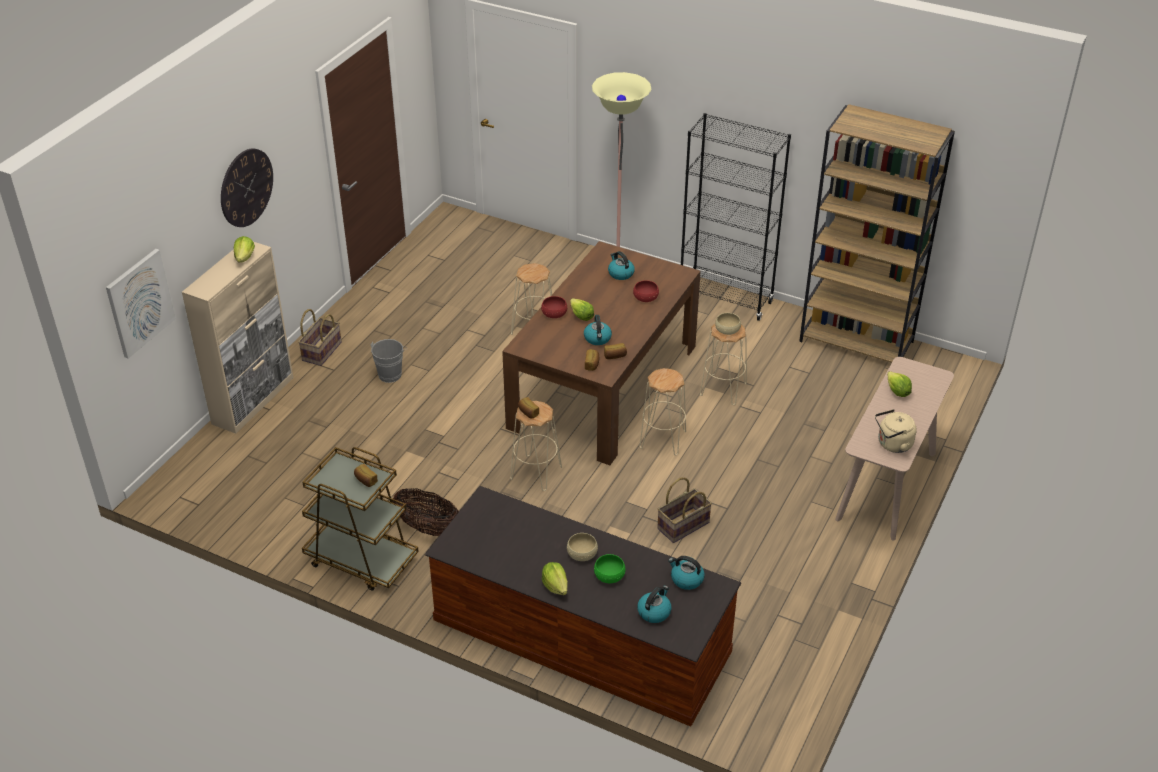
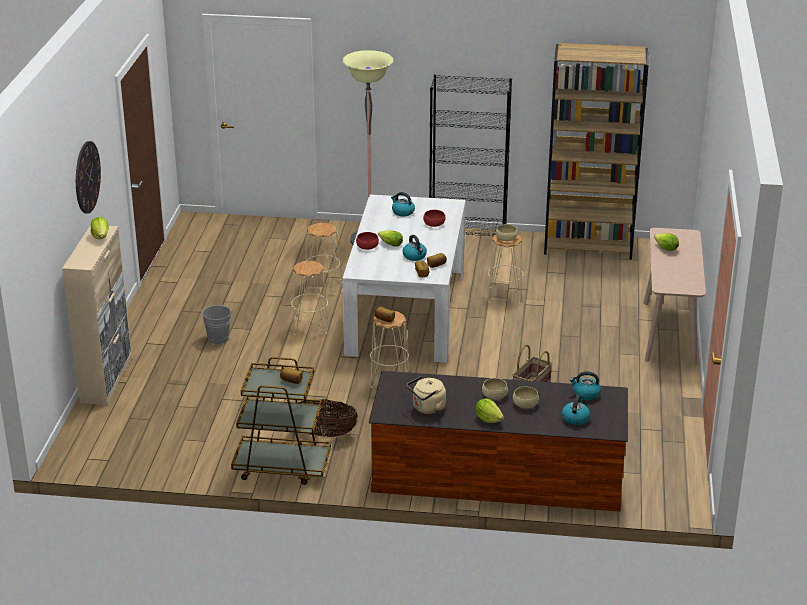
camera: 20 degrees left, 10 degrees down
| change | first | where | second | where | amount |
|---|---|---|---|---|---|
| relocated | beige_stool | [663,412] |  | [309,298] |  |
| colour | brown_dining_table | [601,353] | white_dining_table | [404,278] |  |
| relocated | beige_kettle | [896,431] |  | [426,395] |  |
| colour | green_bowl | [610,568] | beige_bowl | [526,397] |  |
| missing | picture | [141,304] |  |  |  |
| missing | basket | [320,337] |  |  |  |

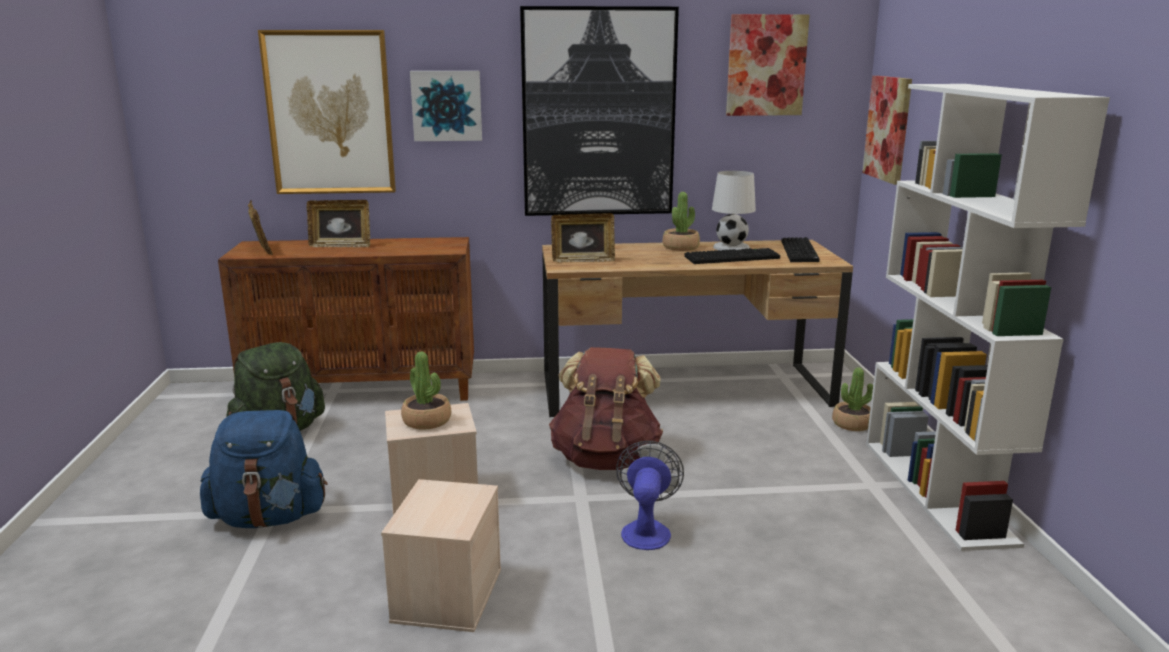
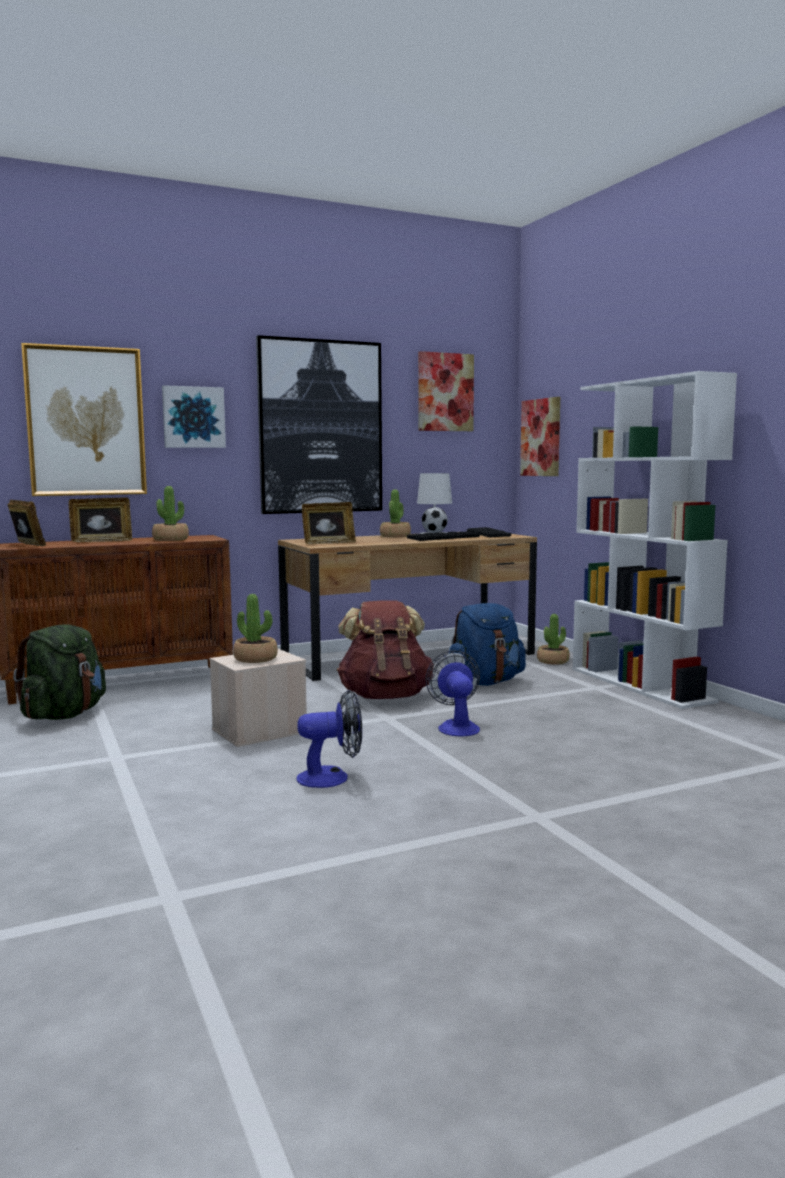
camera: 20 degrees left, 10 degrees down
| change | first | where | second | where | amount |
|---|---|---|---|---|---|
| appeared |  |  | potted_plant | [170,513] |  |
| exchanged | beige_storage_box | [441,555] | fan | [329,739] |  |
| relocated | blue_backpack | [264,469] |  | [487,644] |  |

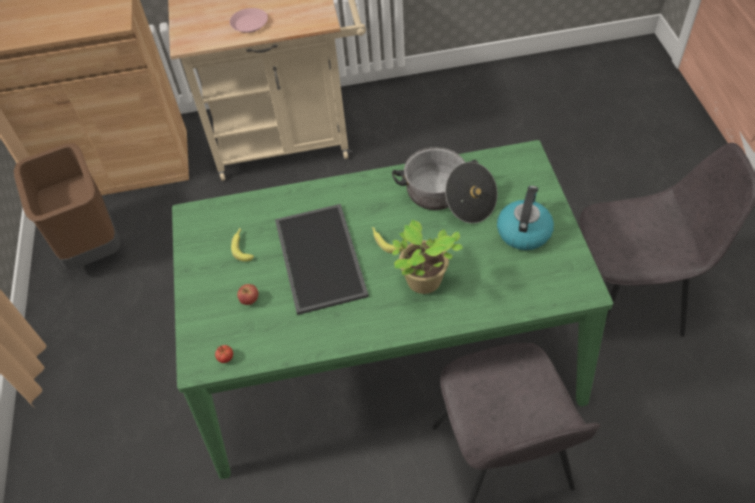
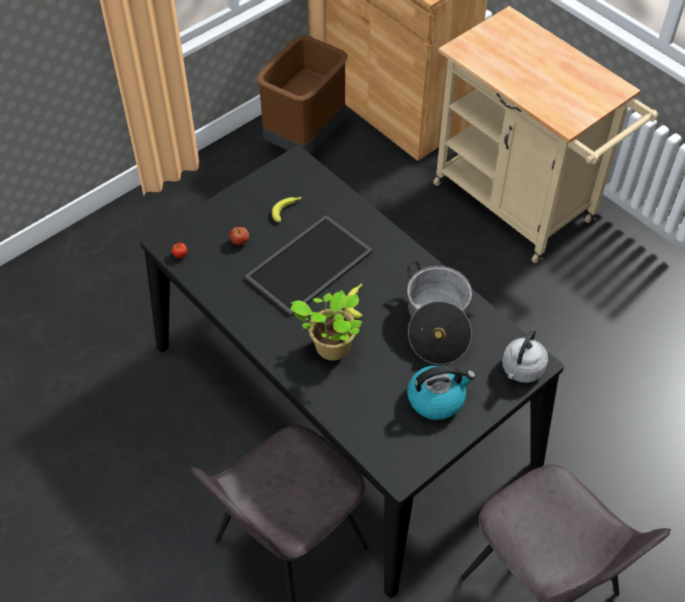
camera: 55 degrees right, 0 degrees up
| change | first | where | second | where | amount |
|---|---|---|---|---|---|
| colour | green_dining_table | [392,309] | black_dining_table | [352,371] |  |
| appeared |  |  | grey_kettle | [525,356] |  |
| missing | pink_plate | [249,20] |  |  |  |

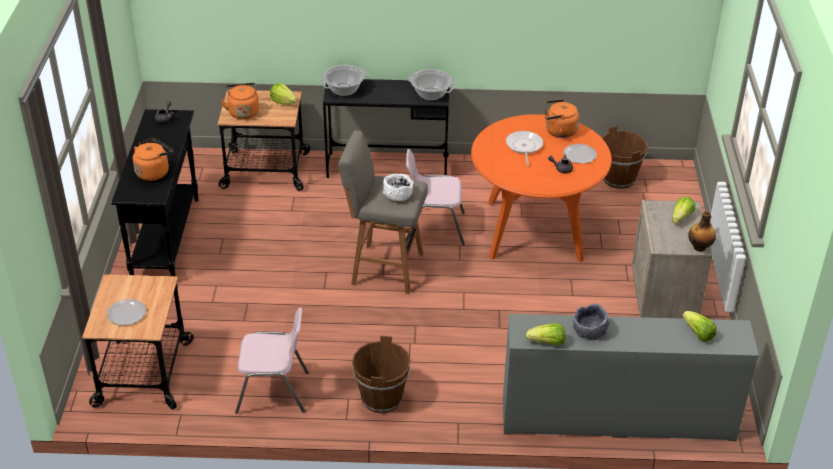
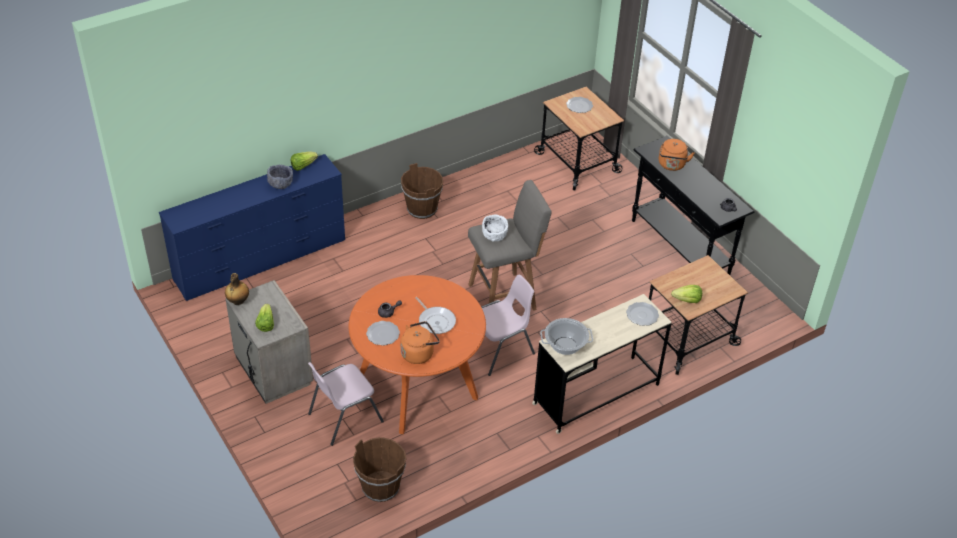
camera: 145 degrees right, 5 degrees up
| change | first | where | second | where | amount |
|---|---|---|---|---|---|
| colour | grey_dresser | [631,377] | blue_dresser | [252,227] |  |
| relocated | pink_chair | [272,361] |  | [346,404] |  |
| colour | black_desk | [386,128] | beige_desk | [602,364] |  |
| exchanged | cooking_pot | [343,80] | plate | [642,314] |  |
| missing | orange_kettle | [239,101] |  |  |  |
| missing | lettuce | [699,326] |  |  |  |

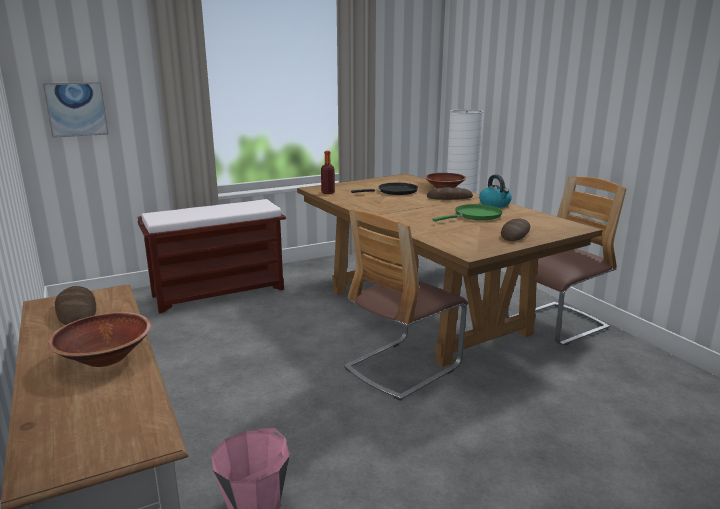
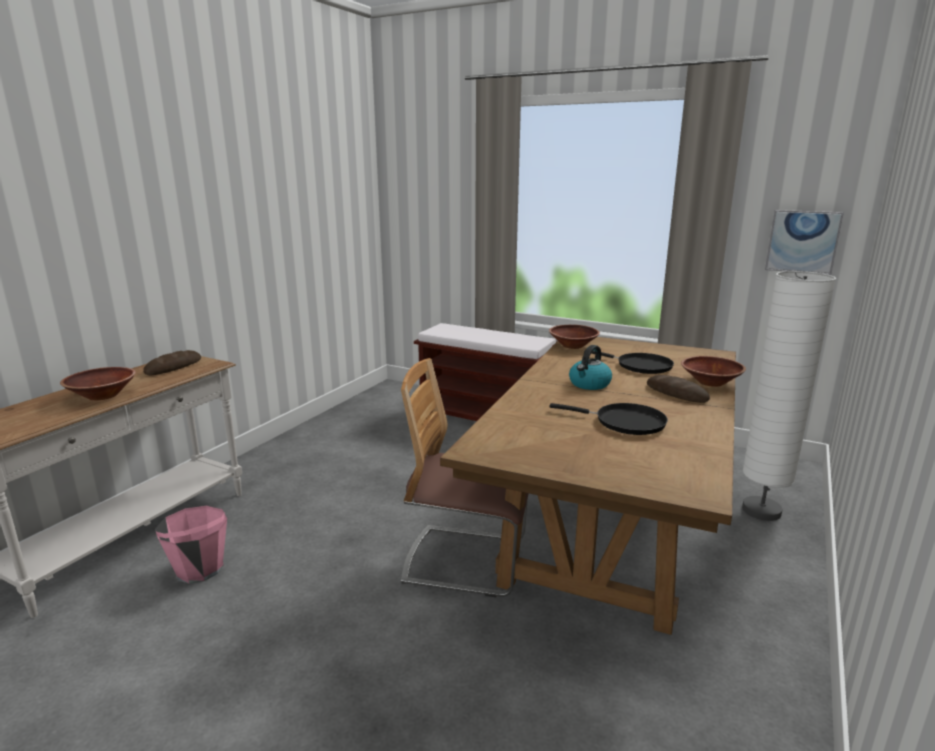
camera: 55 degrees right, 0 degrees up
| change | first | where | second | where | amount |
|---|---|---|---|---|---|
| exchanged | bottle | [328,172] | brown_bowl | [574,337] |  |
| colour | green_frying_pan | [467,212] | black_frying_pan | [608,419] |  |
| relocated | kettle | [495,191] |  | [590,367] |  |
| relocated | picture | [75,110] |  | [804,242] |  |
| missing | bread | [515,229] |  |  |  |
| missing | chair | [566,261] |  |  |  |

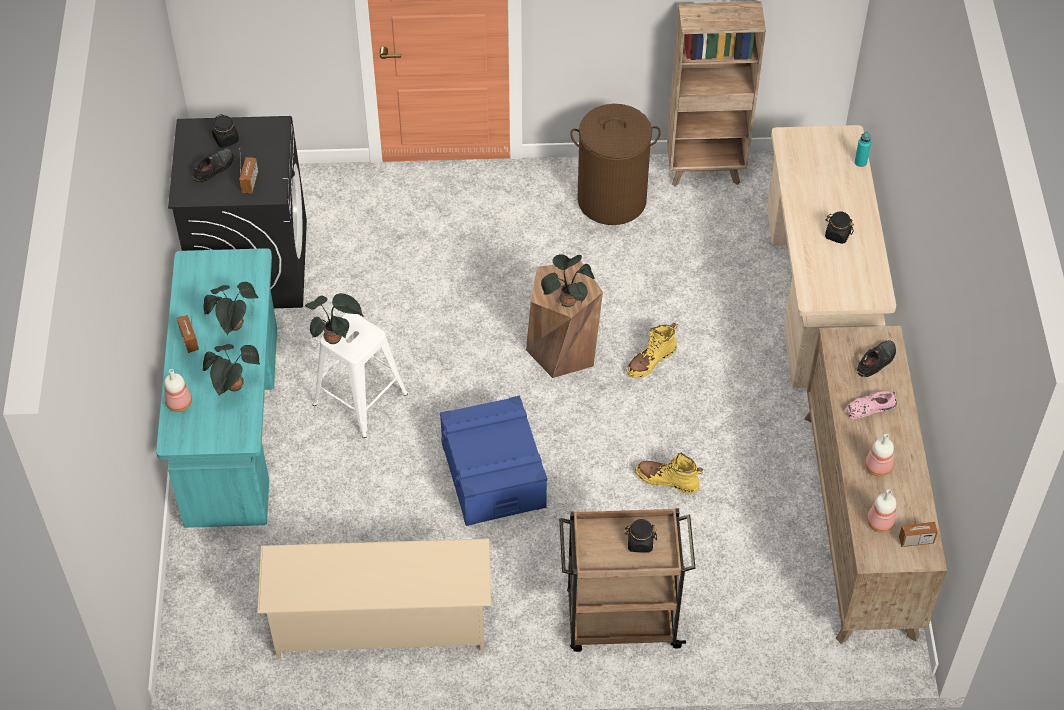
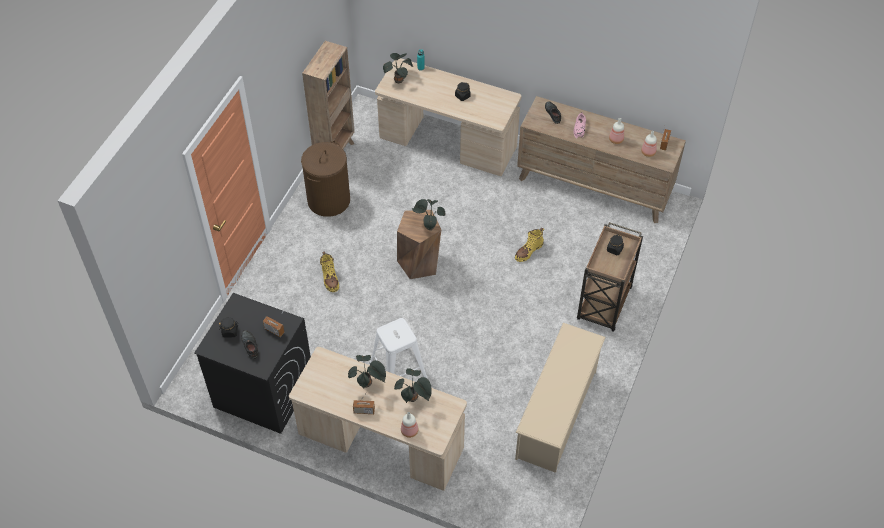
camera: 65 degrees left, 0 degrees up
| change | first | where | second | where | amount |
|---|---|---|---|---|---|
| colour | turquoise_desk | [216,388] | beige_desk | [378,419] |  |
| relocated | yellow_boot | [652,350] |  | [329,271] |  |
| relocated | potted_plant | [334,318] |  | [398,68] |  |
| missing | blue_storage_box | [493,460] |  |  |  |

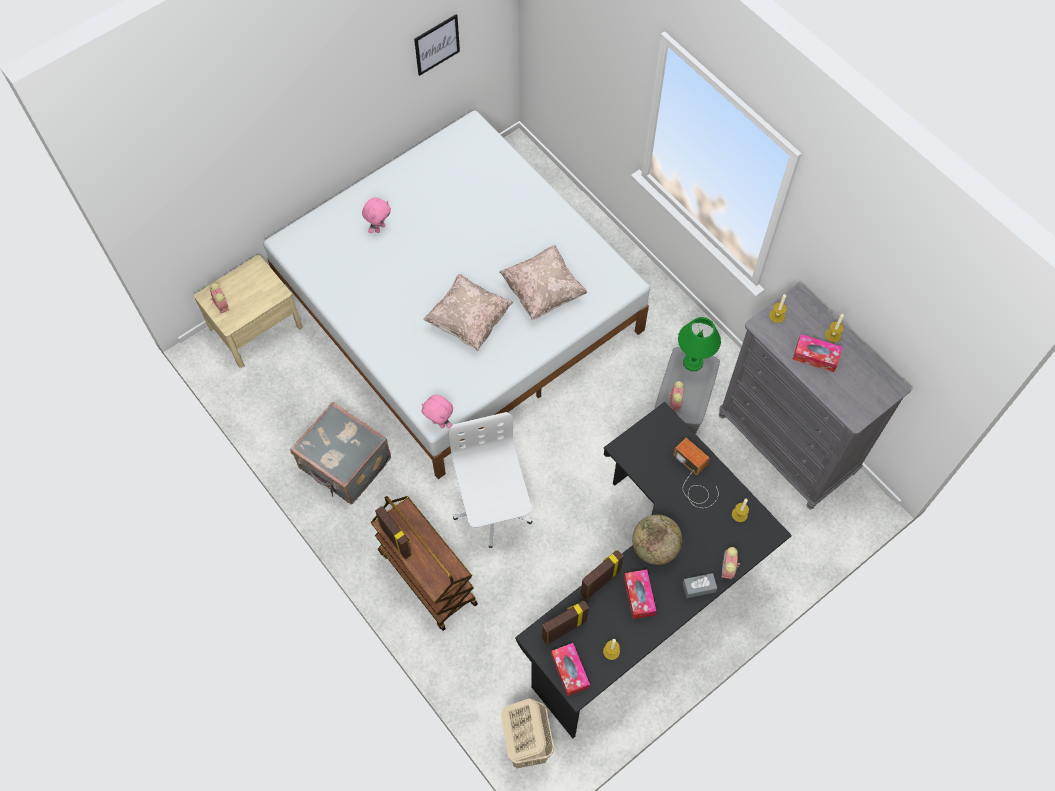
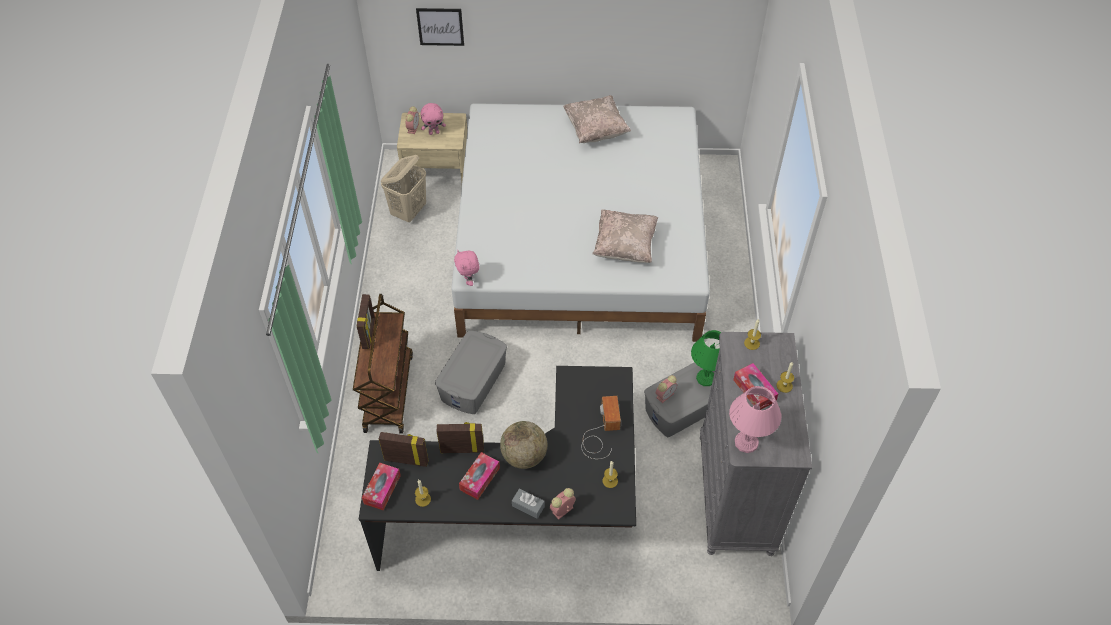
camera: 40 degrees right, 10 degrees down
| change | first | where | second | where | amount |
|---|---|---|---|---|---|
| relocated | beige_laundry_basket | [527,733] |  | [403,188] |  |
| relocated | picture | [437,45] |  | [440,27] |  |
| relocated | pink_plush_toy | [376,215] |  | [433,119] |  |
| exchanged | white_office_chair | [490,480] | grey_storage_box | [471,372] |  |
| relocated | beige_pillow | [468,313] |  | [597,119] |  |
| appeared |  |  | pink_table_lamp | [755,419] |  |
| missing | grey_suitcase | [340,453] |  |  |  |

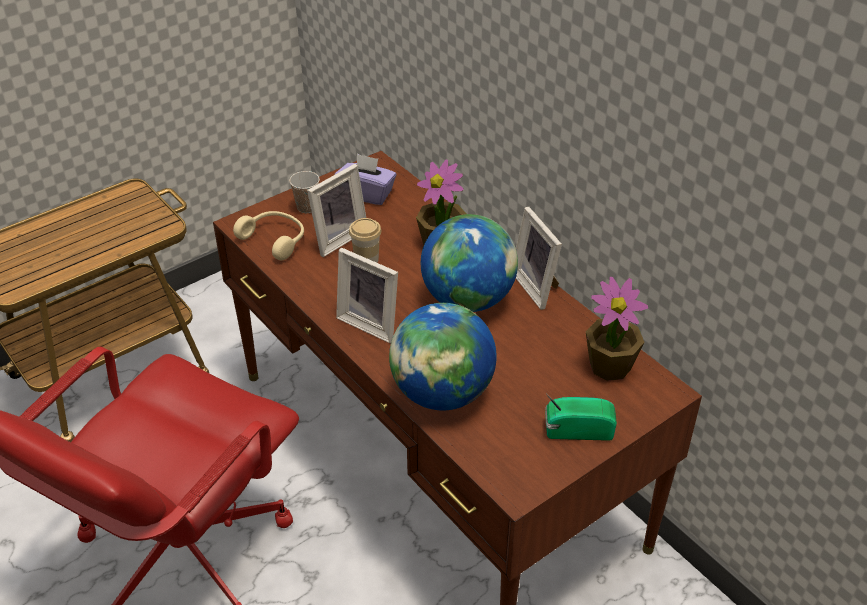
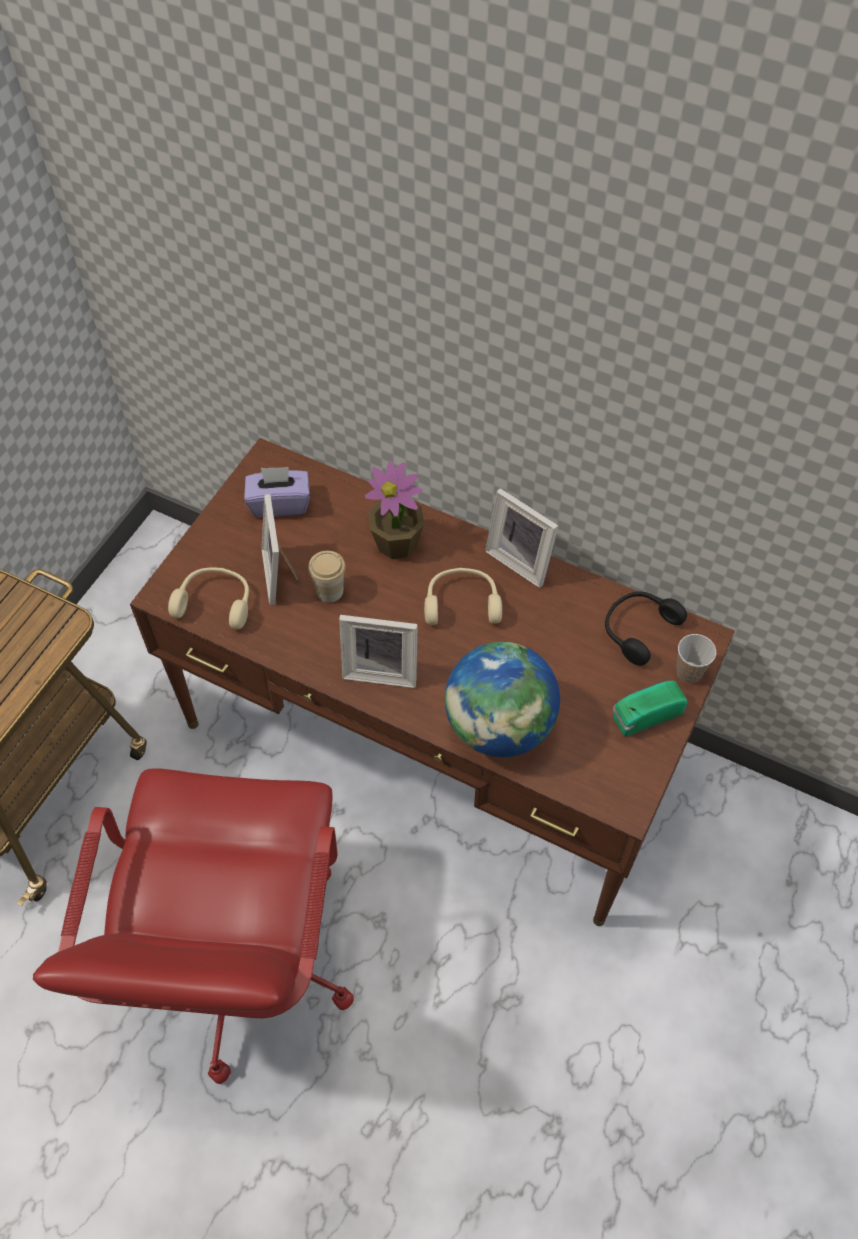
camera: 25 degrees left, 15 degrees up
| change | first | where | second | where | amount |
|---|---|---|---|---|---|
| spun | picture_frame | [336,210] |  | [281,549] | 150 degrees clockwise |
| exchanged | globe | [469,263] | beige_headphones | [463,596] |  |
| exchanged | potted_plant | [617,329] | black_headphones | [646,629] |  |
| relocated | cup | [304,192] |  | [696,658] |  |

